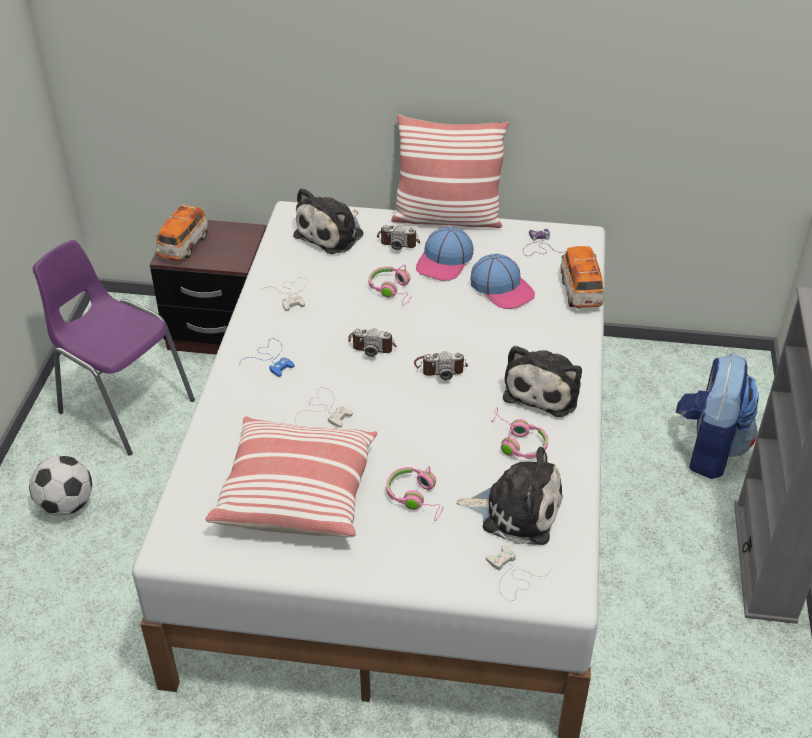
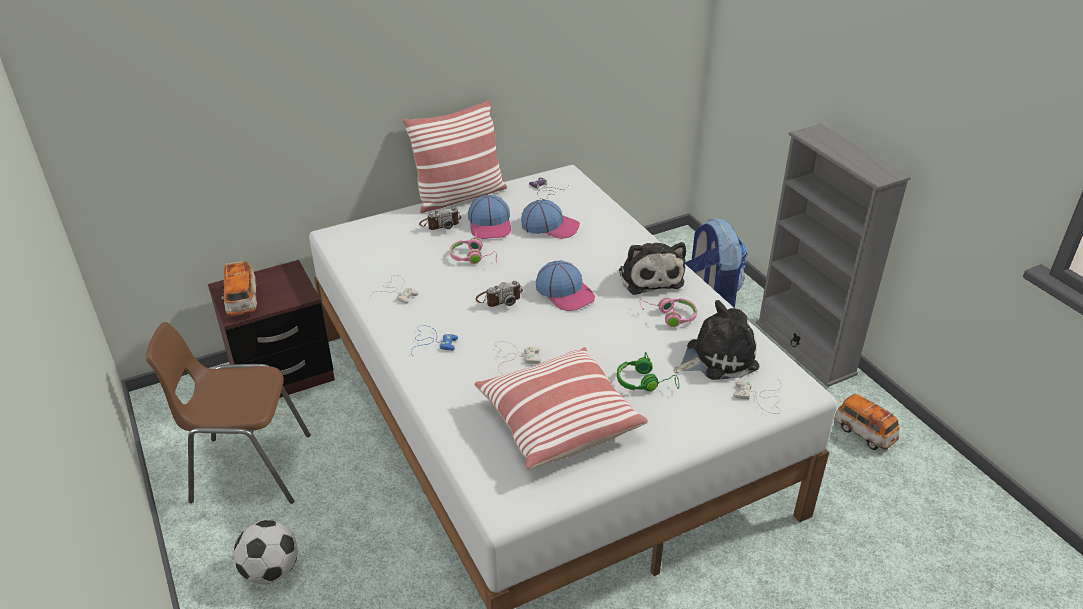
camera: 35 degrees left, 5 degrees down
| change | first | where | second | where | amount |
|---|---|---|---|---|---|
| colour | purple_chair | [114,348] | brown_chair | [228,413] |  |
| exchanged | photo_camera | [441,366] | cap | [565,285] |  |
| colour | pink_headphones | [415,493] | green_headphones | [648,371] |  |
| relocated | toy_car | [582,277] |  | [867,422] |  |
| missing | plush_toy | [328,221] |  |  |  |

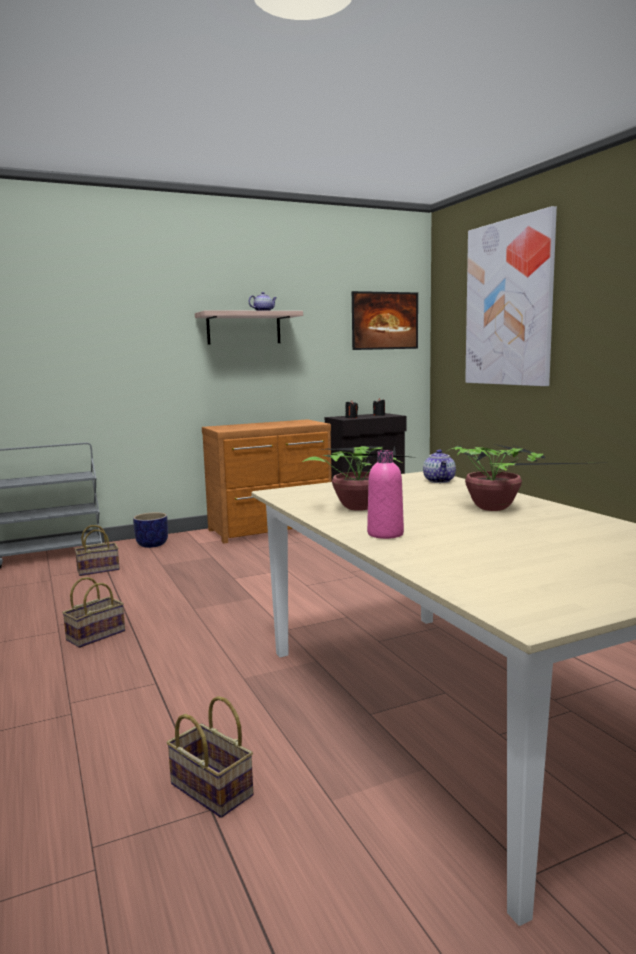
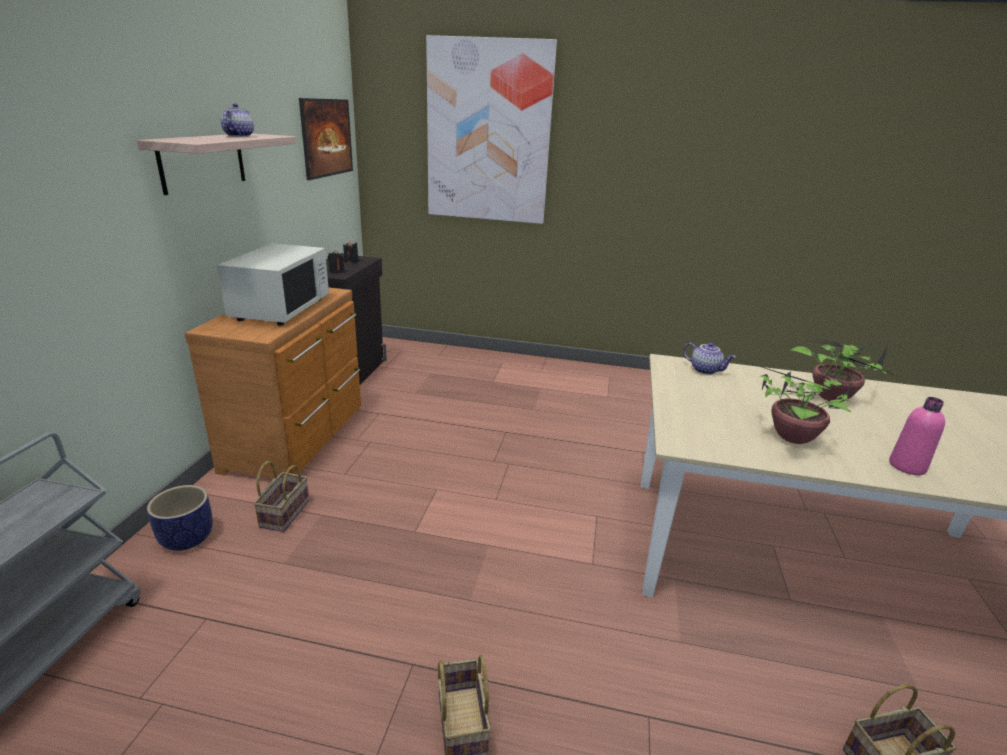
camera: 55 degrees left, 15 degrees up
| change | first | where | second | where | amount |
|---|---|---|---|---|---|
| appeared |  |  | white_microwave | [273,284] |  |
| relocated | basket | [97,550] |  | [281,496] |  |

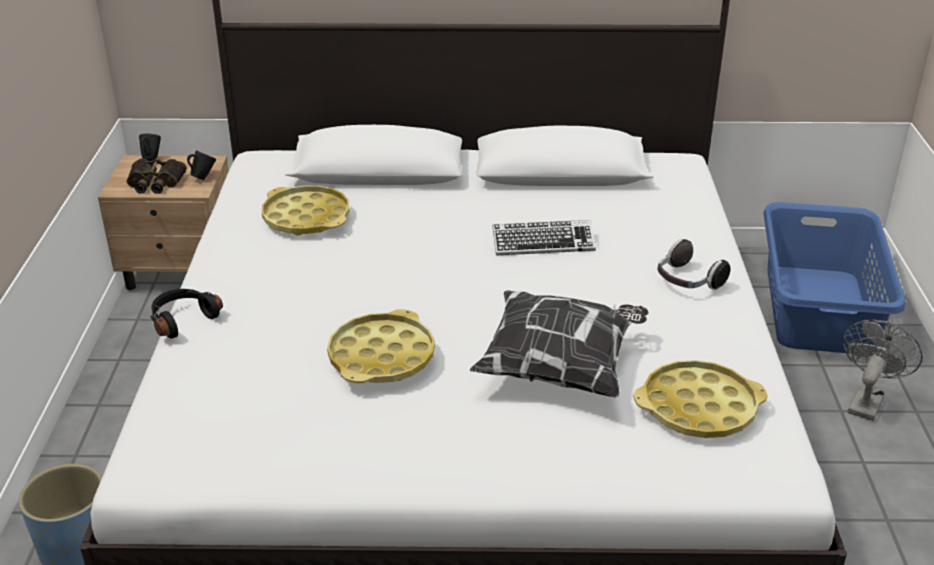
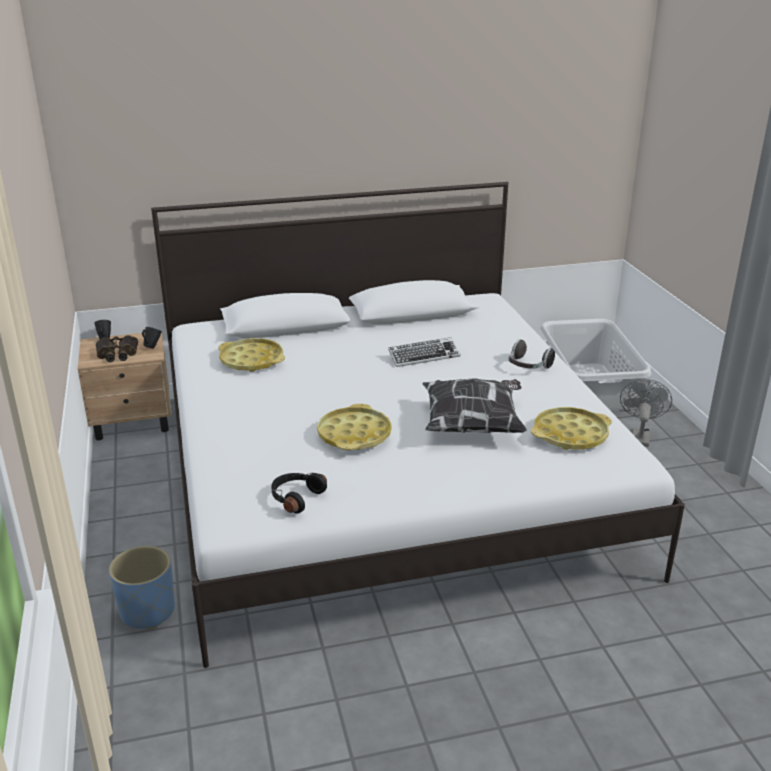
camera: 15 degrees left, 5 degrees down
| change | first | where | second | where | amount |
|---|---|---|---|---|---|
| relocated | black_headphones | [186,314] |  | [299,493] |  |
| colour | blue_laundry_basket | [834,278] | grey_laundry_basket | [595,365] |  |

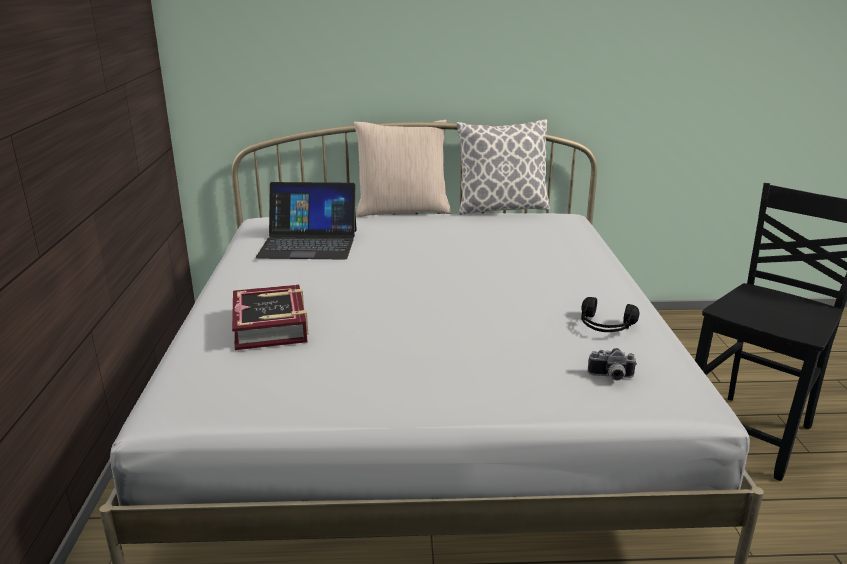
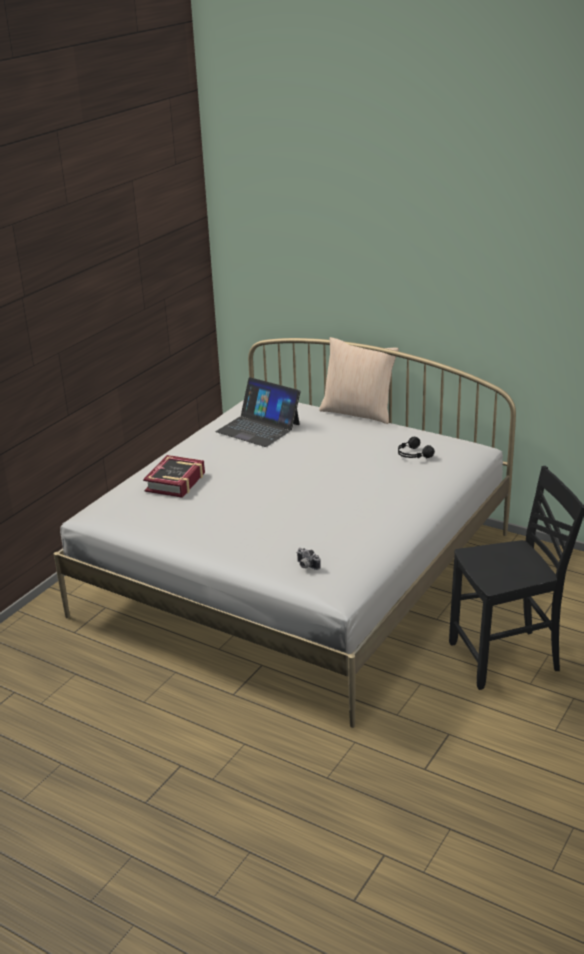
camera: 35 degrees right, 5 degrees up
| change | first | where | second | where | amount |
|---|---|---|---|---|---|
| relocated | black_headphones | [610,314] |  | [416,448] |  |
| missing | pillow | [503,167] |  |  |  |

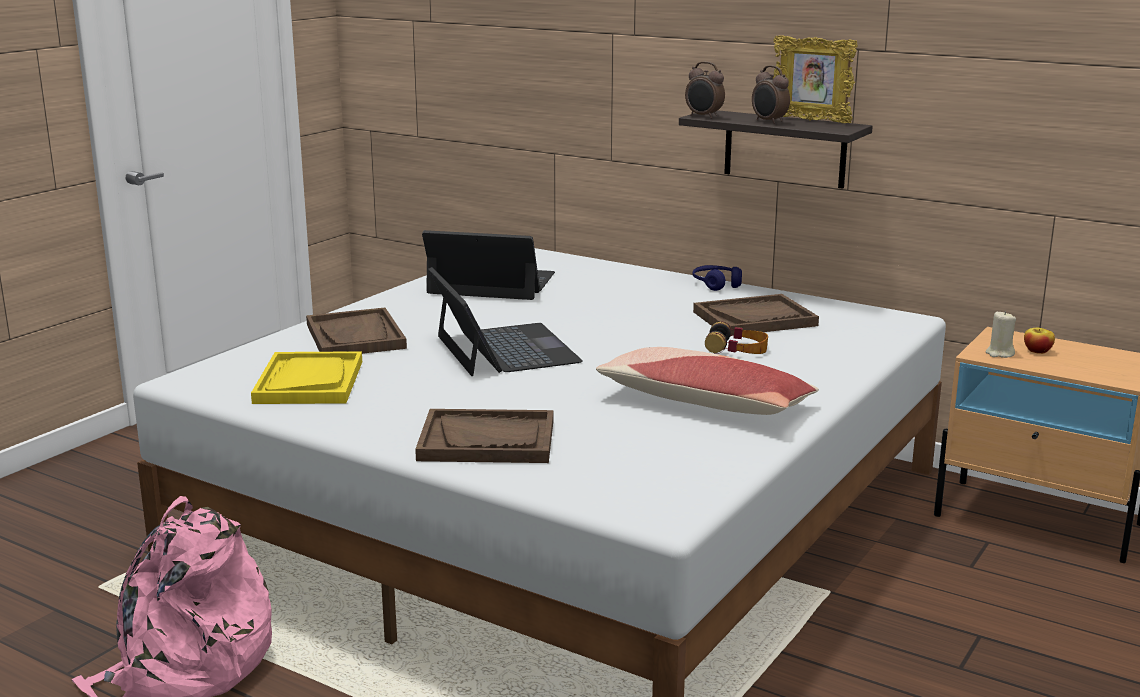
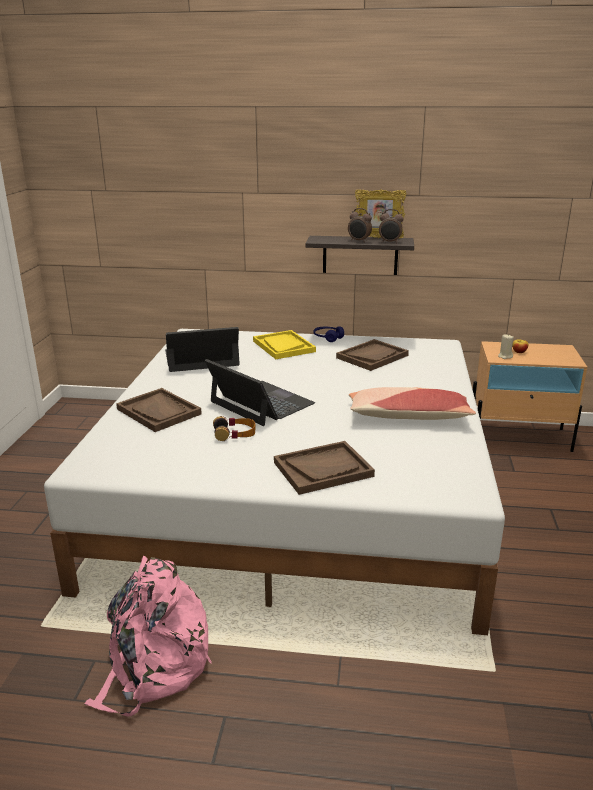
camera: 25 degrees left, 5 degrees up
| change | first | where | second | where | amount |
|---|---|---|---|---|---|
| relocated | headphones | [736,338] |  | [234,428] |  |
| relocated | yellow_tray | [306,377] |  | [284,344] |  |
| relocated | alarm_clock | [705,90] |  | [391,226] |  |

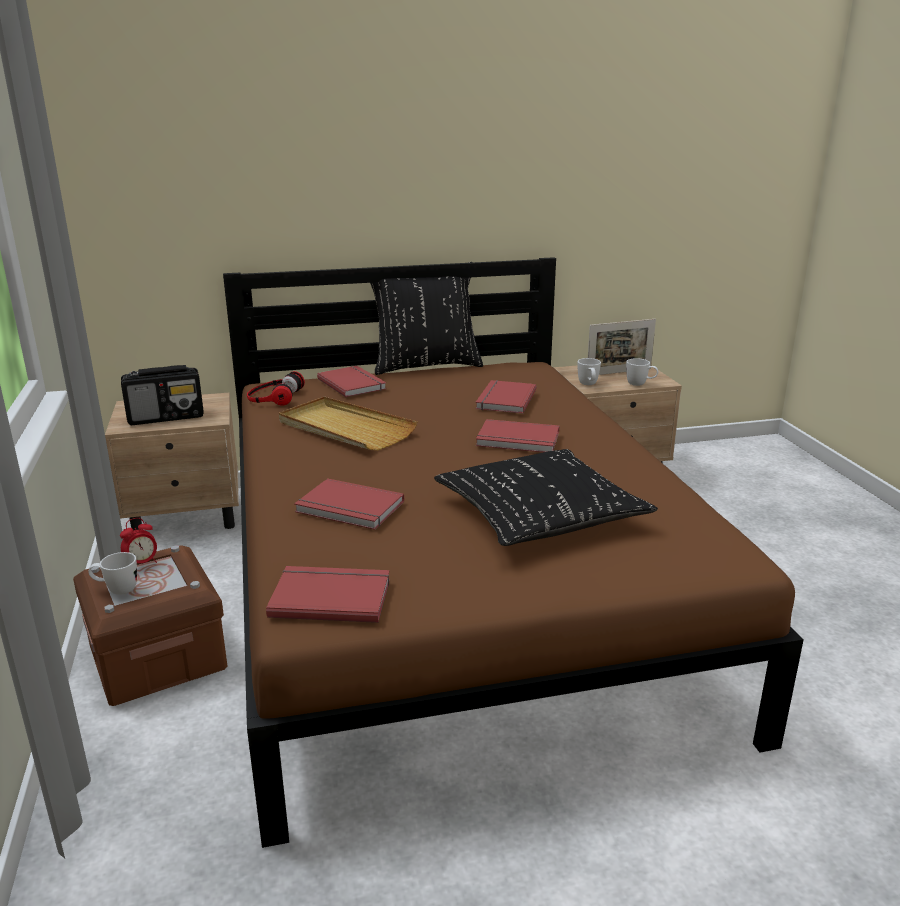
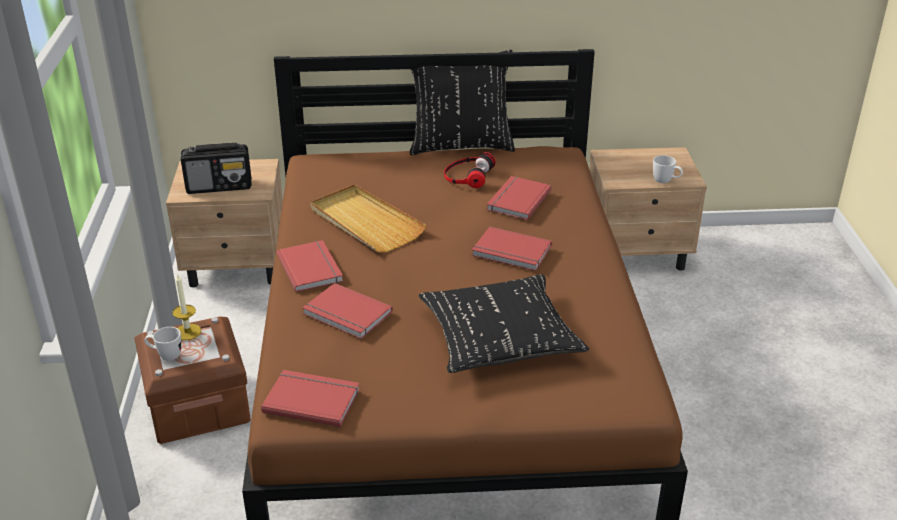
camera: 10 degrees right, 10 degrees up
| change | first | where | second | where | amount |
|---|---|---|---|---|---|
| exchanged | alarm_clock | [138,541] | candle | [187,306] |  |
| relocated | red_book | [351,381] |  | [310,266] |  |
| relocated | headphones | [276,388] |  | [470,170] |  |
| missing | white_mug | [589,371] |  |  |  |
| missing | picture_frame | [622,347] |  |  |  |

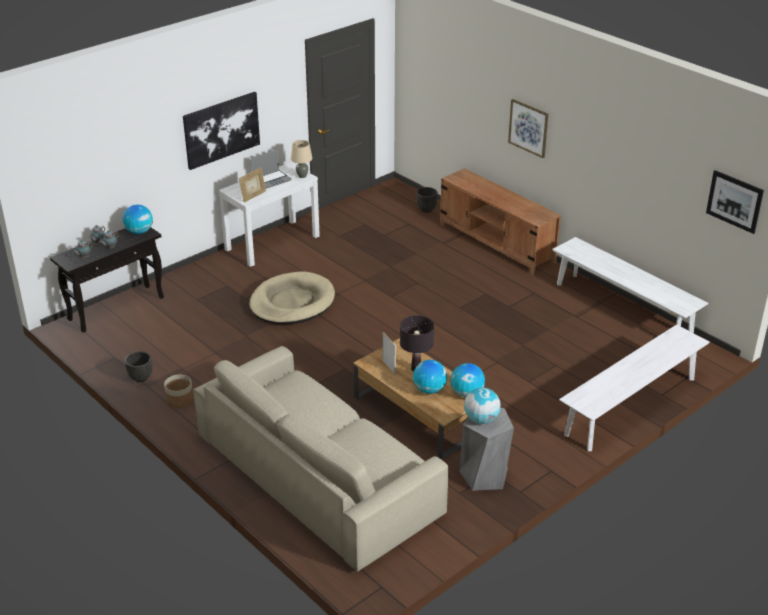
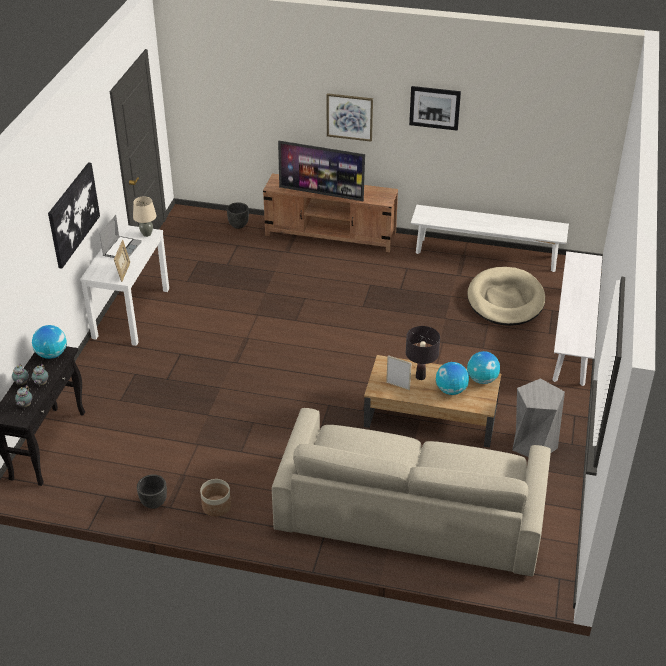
camera: 35 degrees left, 5 degrees up
| change | first | where | second | where | amount |
|---|---|---|---|---|---|
| appeared |  |  | television | [321,170] |  |
| relocated | picture | [735,202] |  | [435,108] |  |
| relocated | beige_dog_bed | [292,297] |  | [506,296] |  |
| missing | globe | [482,405] |  |  |  |

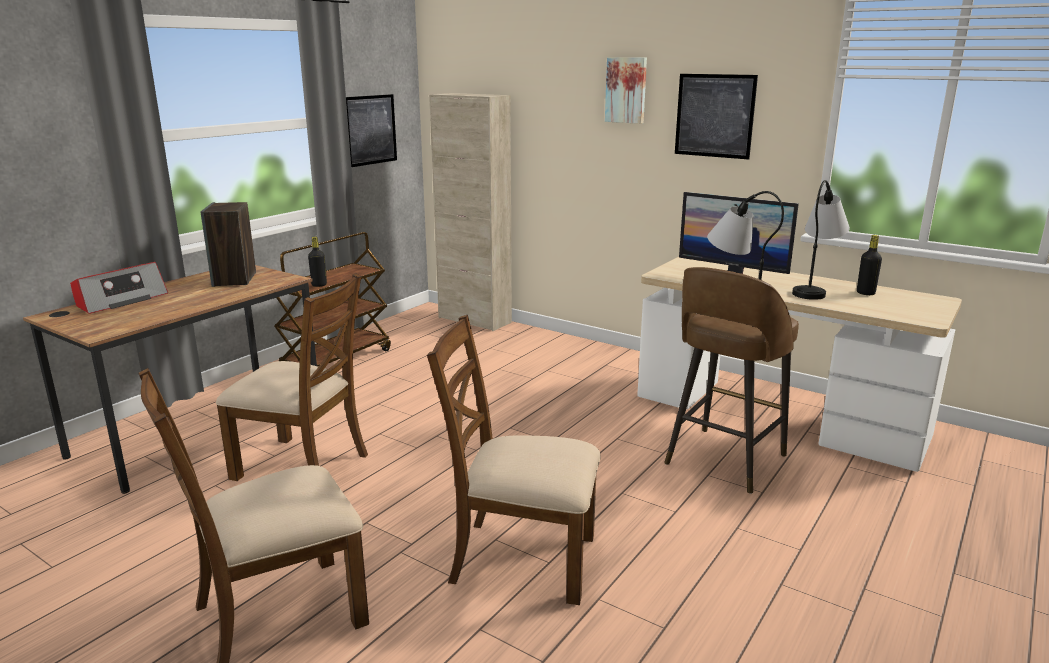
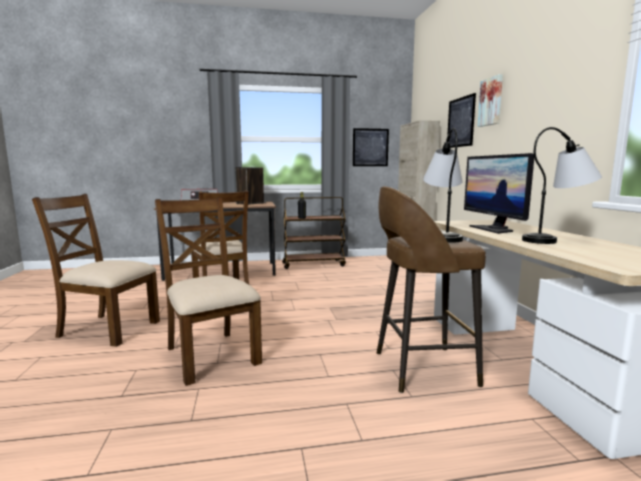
camera: 45 degrees right, 10 degrees down
| change | first | where | second | where | amount |
|---|---|---|---|---|---|
| relocated | picture | [716,117] |  | [461,120] |  |
| missing | black_bottle | [869,265] |  |  |  |

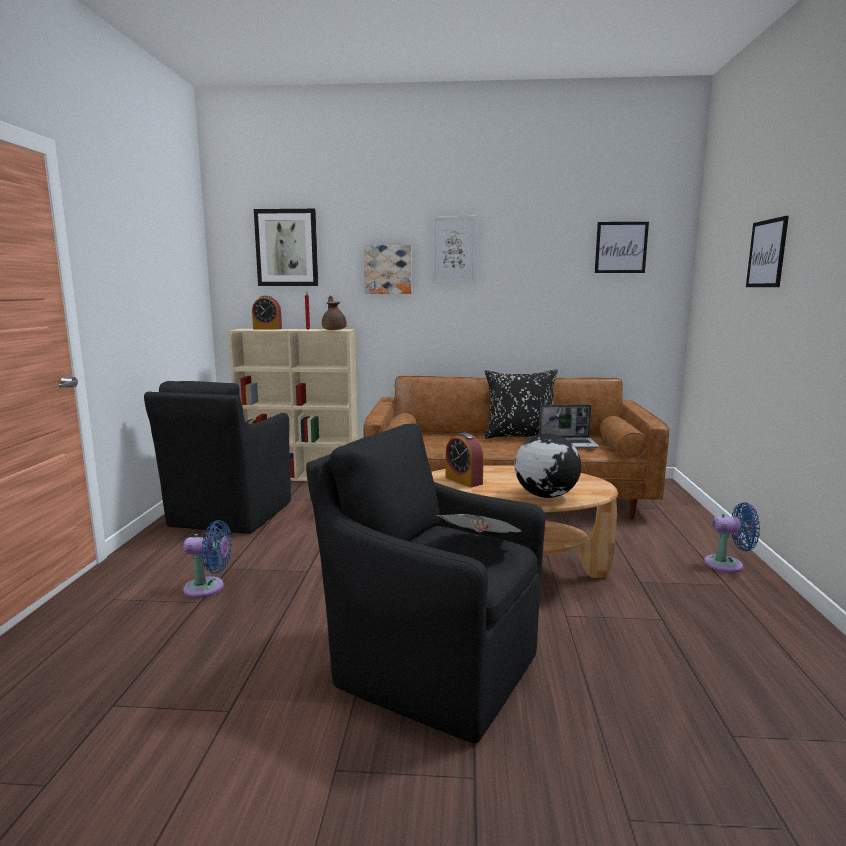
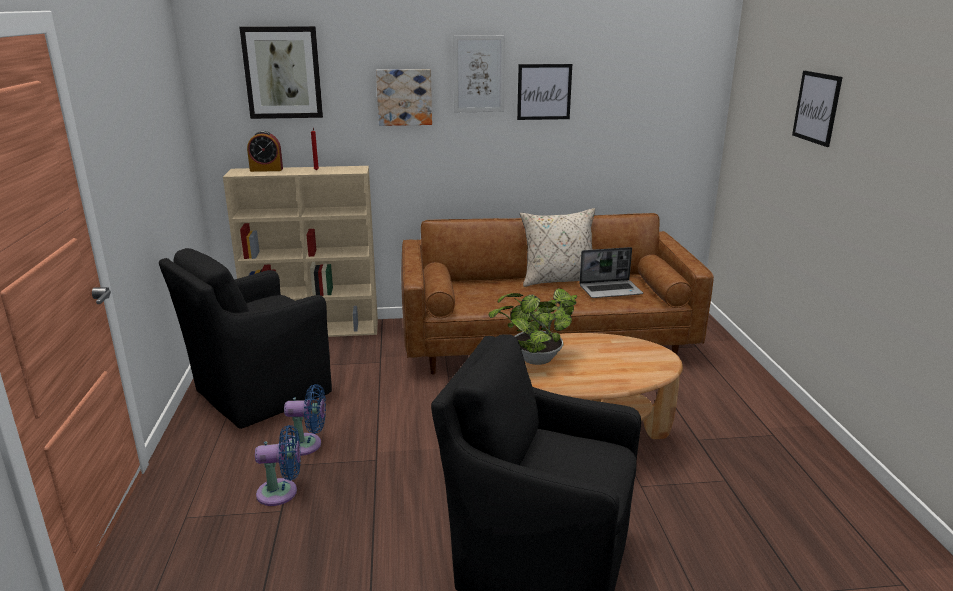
camera: 10 degrees left, 10 degrees up
| change | first | where | second | where | amount |
|---|---|---|---|---|---|
| spun | black_armchair | [217,457] |  | [245,338] | 45 degrees clockwise |
| relocated | blue_fan | [732,537] |  | [305,420] |  |
| exchanged | alarm_clock | [465,460] | potted_plant | [532,326] |  |
| relocated | picture | [622,247] |  | [544,92] |  |
| colour | black_pillow | [521,404] | beige_pillow | [557,247] |  |
| missing | brown_teapot | [334,313] |  |  |  |
| missing | newspaper | [479,523] |  |  |  |
| missing | globe | [547,465] |  |  |  |

